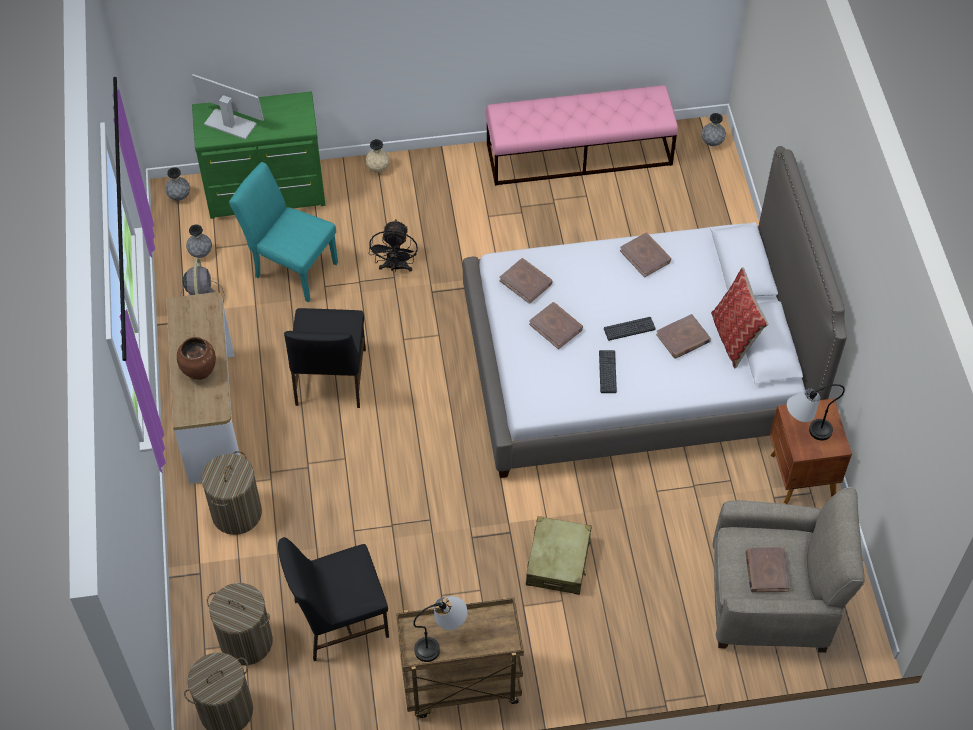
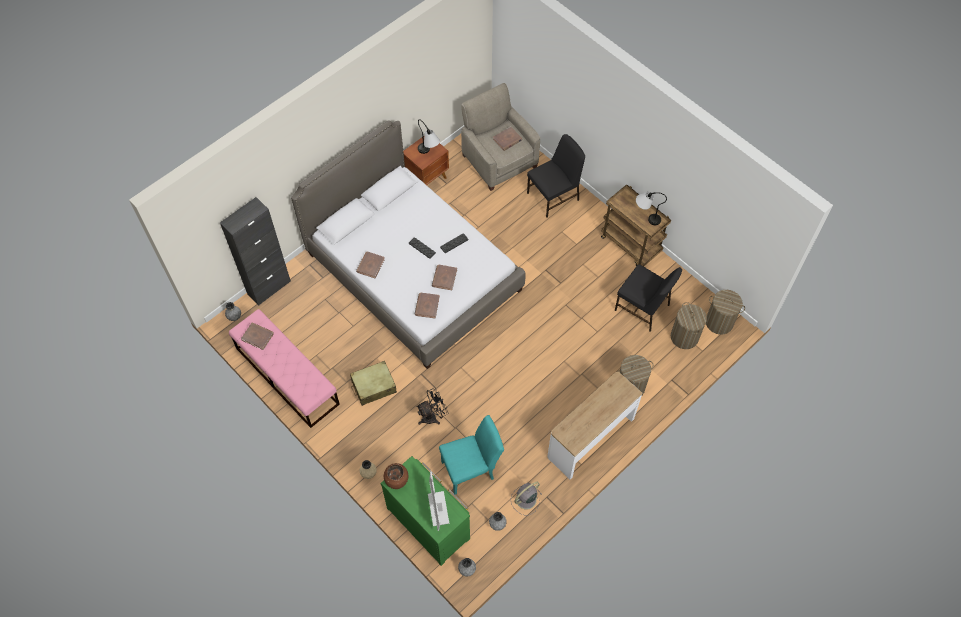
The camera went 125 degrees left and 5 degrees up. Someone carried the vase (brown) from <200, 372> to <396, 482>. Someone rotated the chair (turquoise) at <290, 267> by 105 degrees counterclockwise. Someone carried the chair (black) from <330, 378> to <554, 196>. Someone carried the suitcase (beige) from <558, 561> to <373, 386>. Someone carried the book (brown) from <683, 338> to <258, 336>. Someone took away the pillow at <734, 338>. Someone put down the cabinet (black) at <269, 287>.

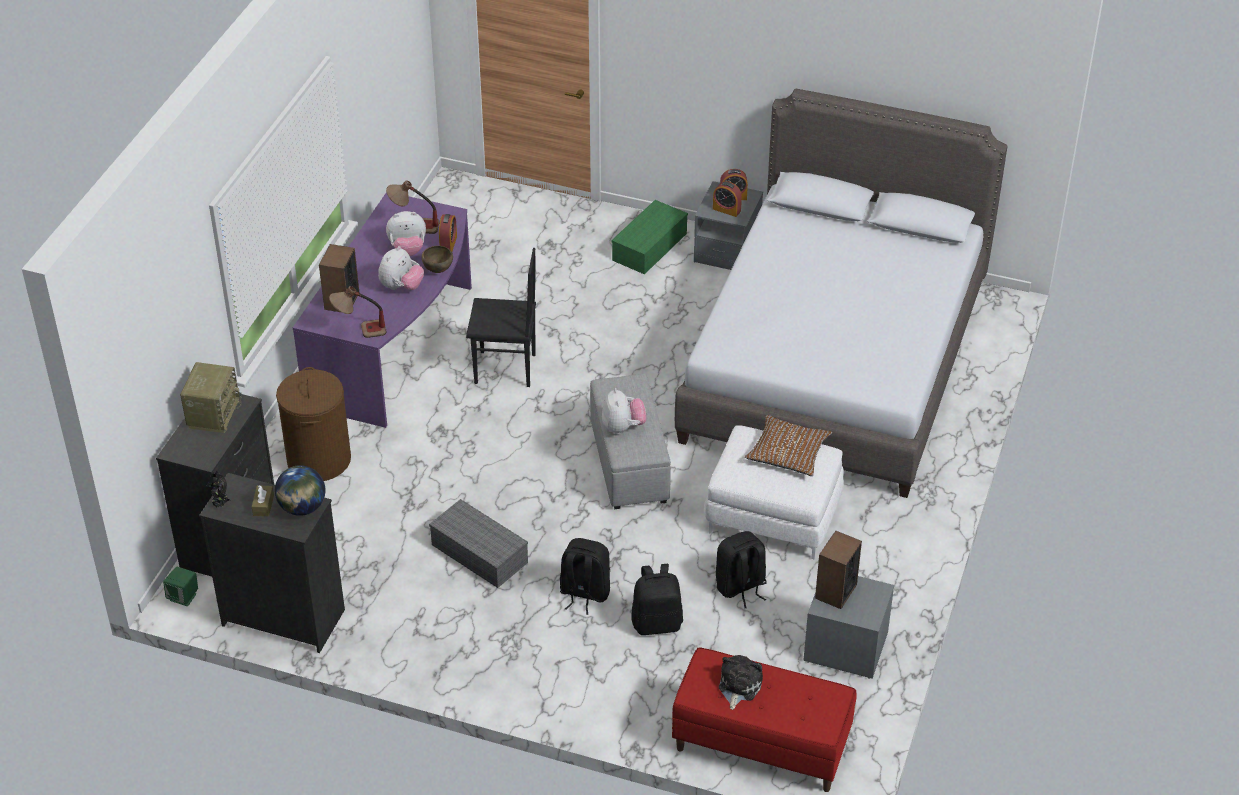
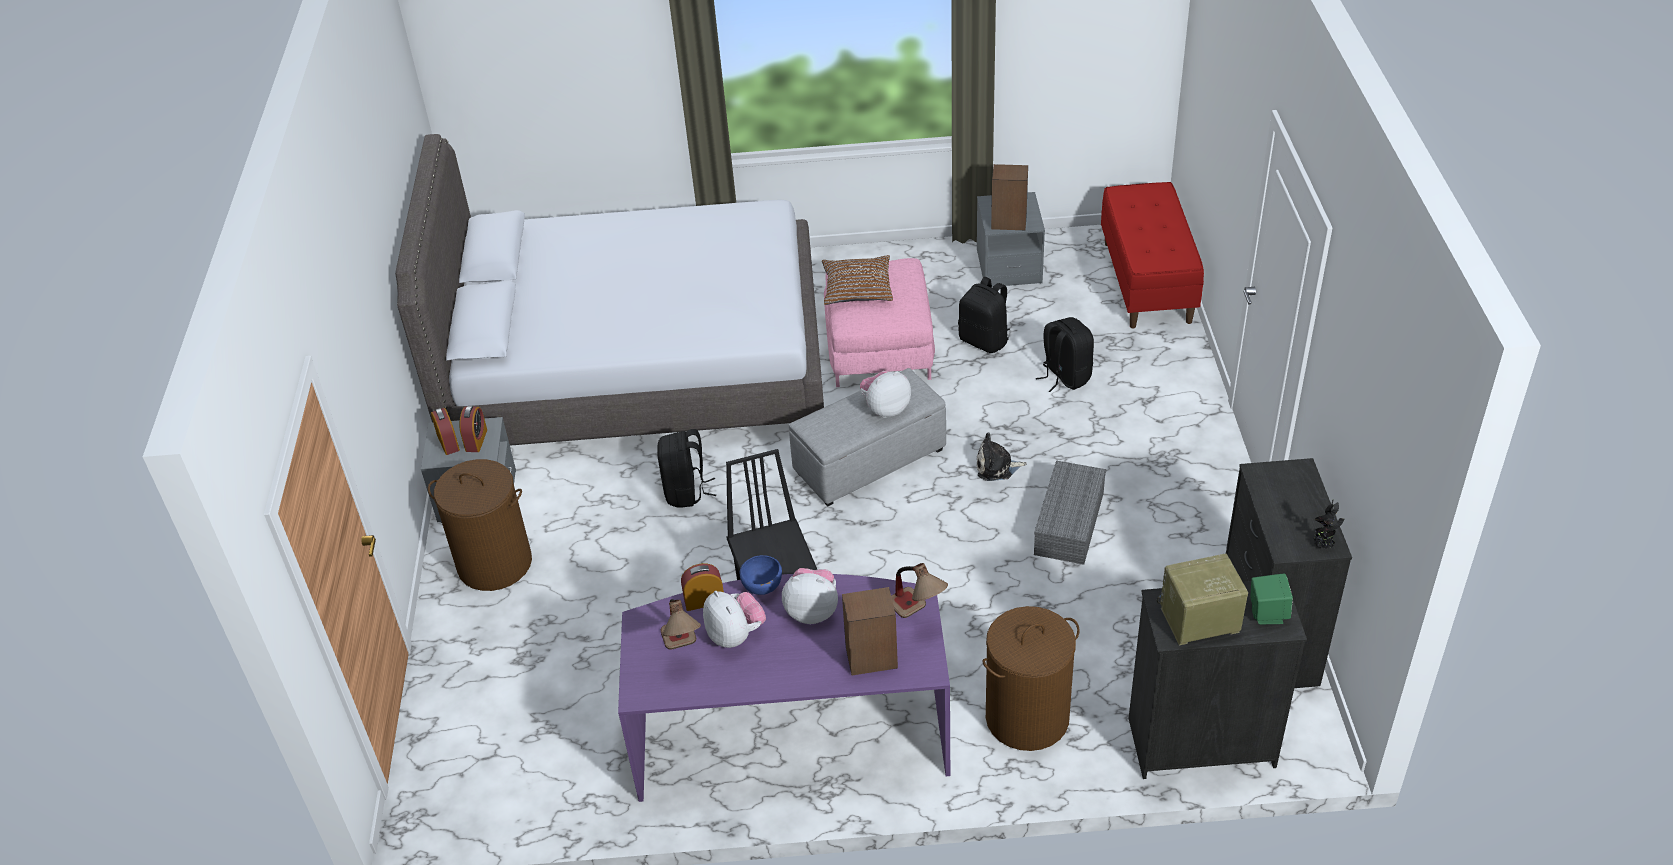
The camera went 110 degrees left and 0 degrees up. Someone carried the speaker (green) from <183, 597> to <1267, 613>. Someone took away the tissue box (brown) at <263, 505>. Someone took away the globe at <302, 508>. Someone repainted the bowl (brown) at <437, 270>, which became the bowl (blue) at <762, 589>. Someone carried the backpack (black) from <584, 593> to <686, 492>. Someone swapped the storage box (green) at <649, 248> for the laundry basket (brown) at <495, 563>. Someone repainted the ottoman (white) at <774, 513>, which became the ottoman (pink) at <878, 347>. Someone carried the plush toy from <738, 686> to <997, 467>.

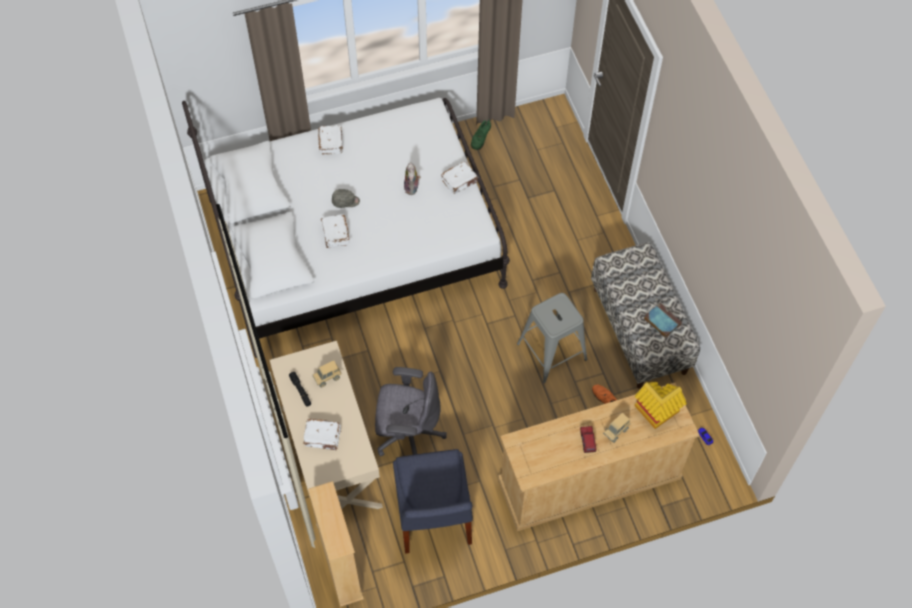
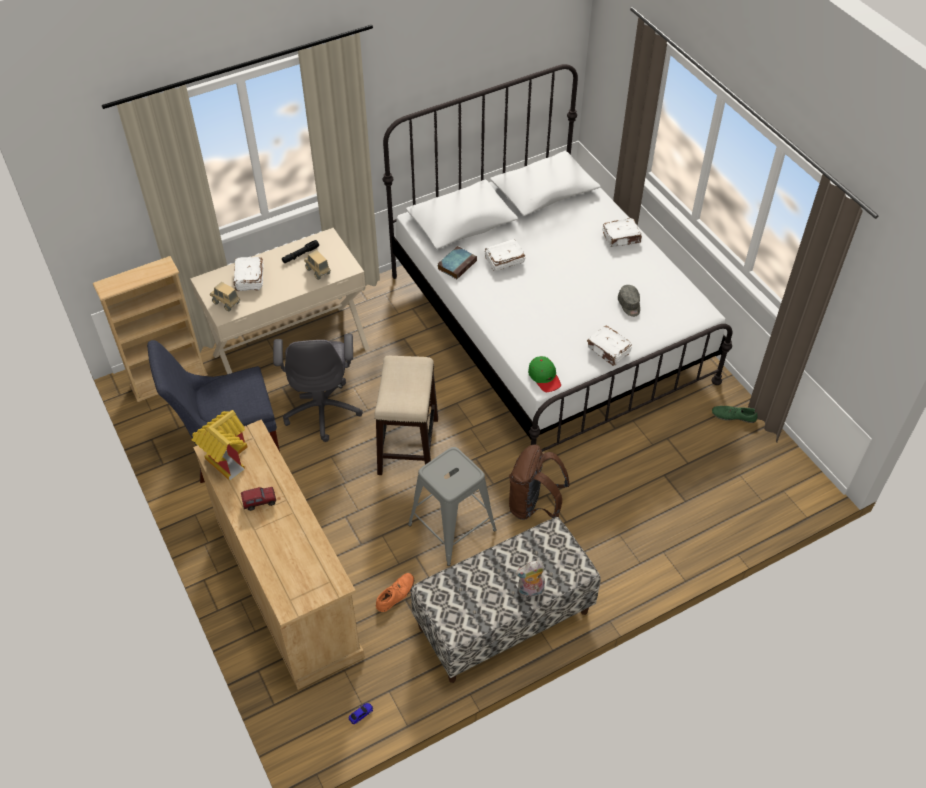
The camera went 80 degrees right and 10 degrees down. Someone carried the cap (grey) from <346, 201> to <629, 305>. Someone carried the plush toy from <412, 188> to <530, 591>. Someone carried the toy truck from <616, 431> to <226, 303>. Someone carried the toy house from <655, 413> to <226, 457>. Someone carried the book from <661, 321> to <457, 264>. Someone put down the stool at <408, 445>. Someone put down the backpack (brown) at <534, 506>. Someone put down the cap (green) at <544, 377>.

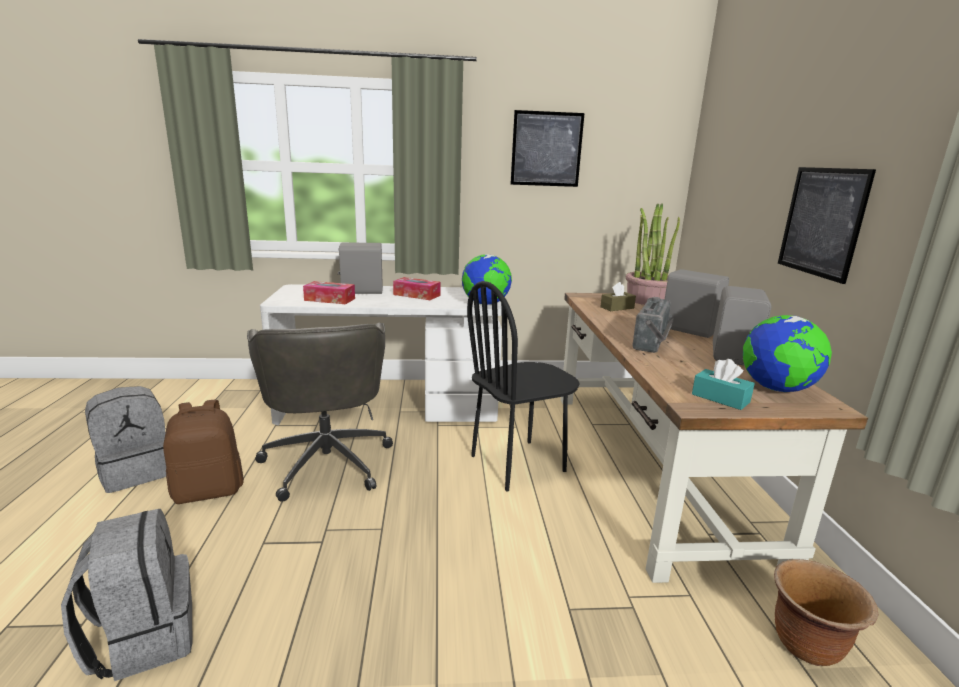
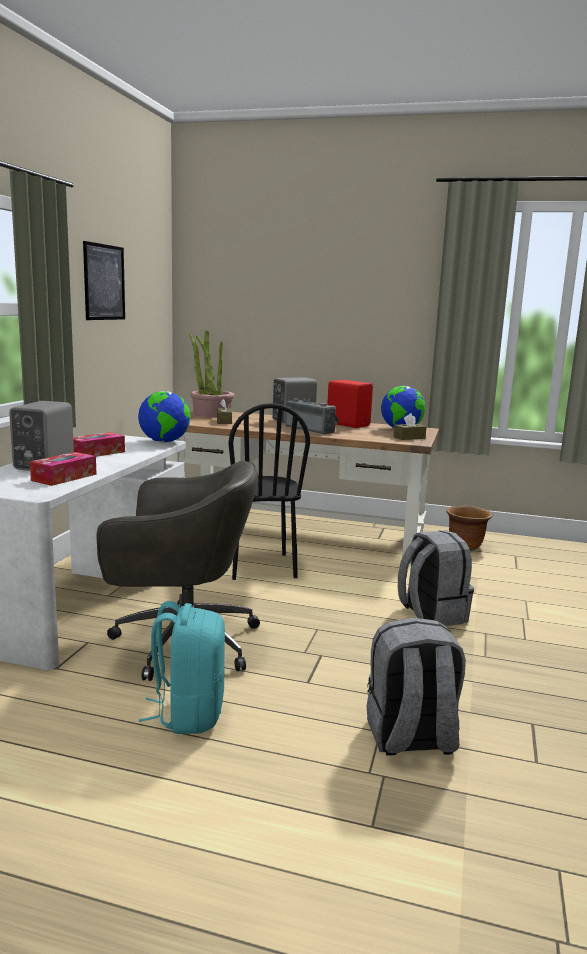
The camera went 70 degrees left and 5 degrees down. Someone carried the backpack (grey) from <136, 471> to <431, 614>. Someone repainted the backpack (brown) at <209, 491>, which became the backpack (turquoise) at <188, 713>. Someone repainted the tissue box (turquoise) at <720, 398>, which became the tissue box (brown) at <409, 437>. Someone repainted the speaker (grey) at <735, 356>, which became the speaker (red) at <348, 424>. Someone took away the picture at <822, 222>.

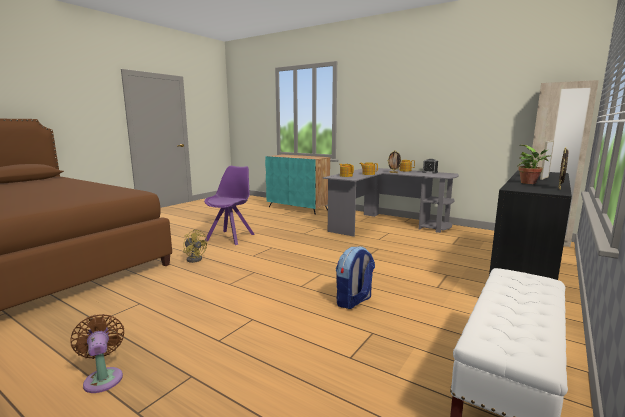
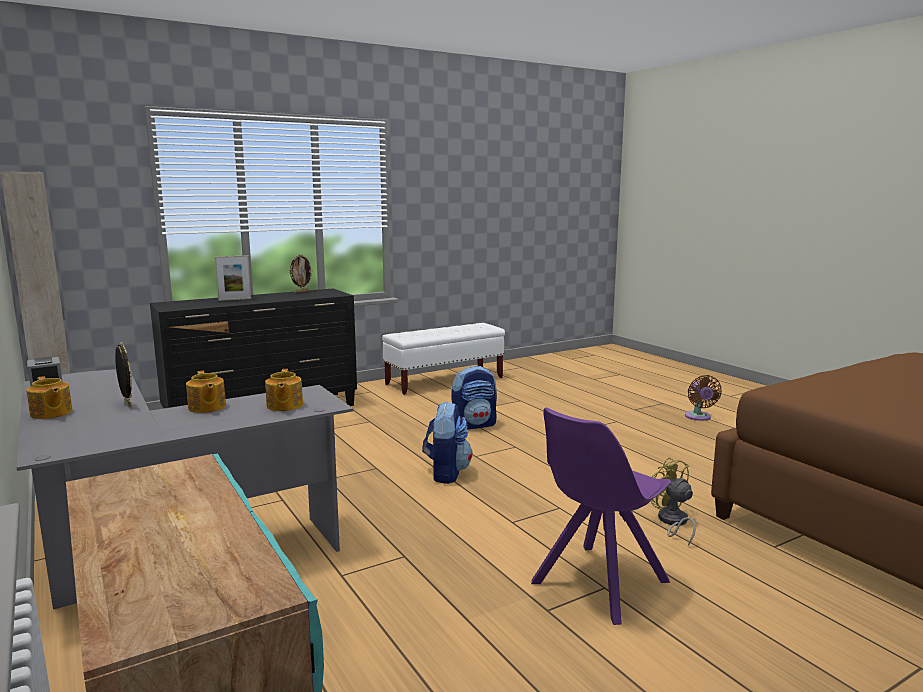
The camera went 155 degrees left and 0 degrees up. Someone took away the potted plant at <530, 183>. Someone put down the backpack at <446, 473>.

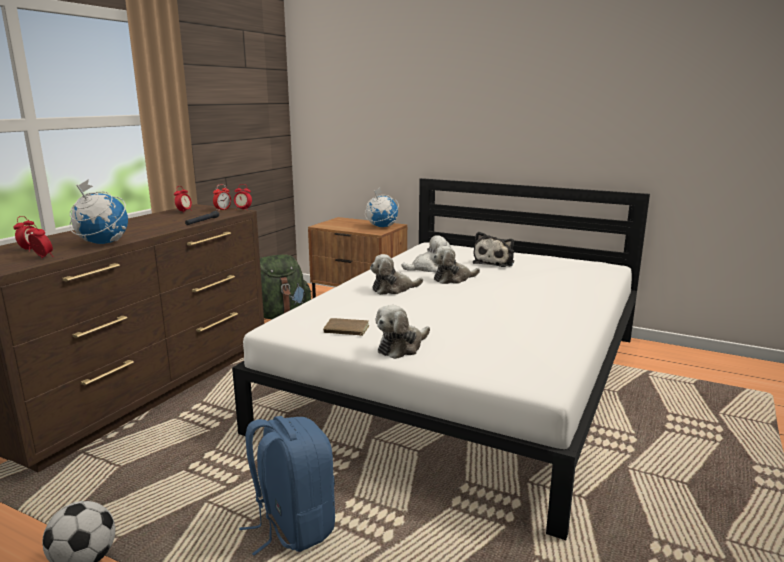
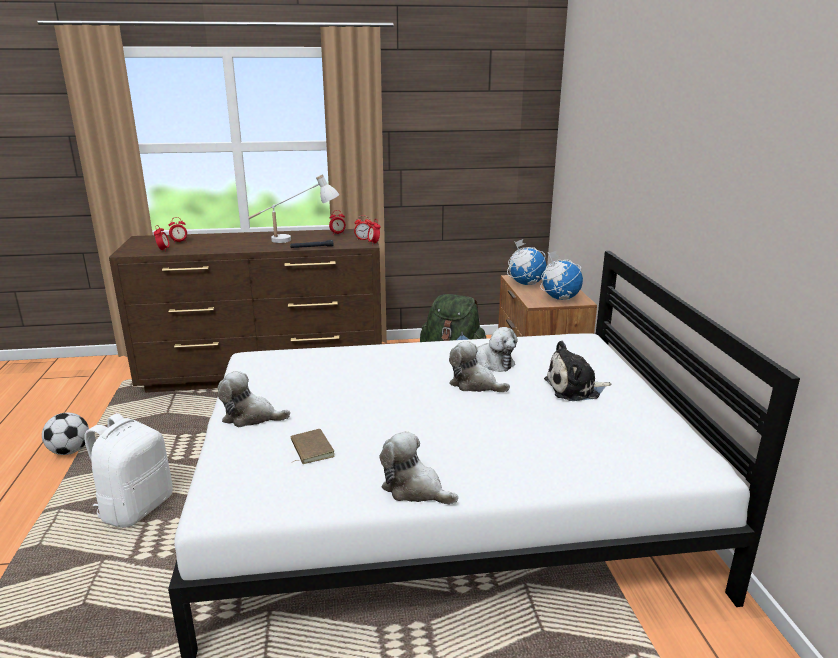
The camera went 55 degrees right and 5 degrees up. Someone carried the globe from <102, 243> to <525, 284>. Someone repainted the backpack (blue) at <292, 526>, which became the backpack (white) at <136, 507>. Someone carried the book (brown) from <346, 330> to <310, 449>. Someone carried the plush toy from <393, 289> to <415, 489>. Someone put down the table lamp (white) at <295, 240>.

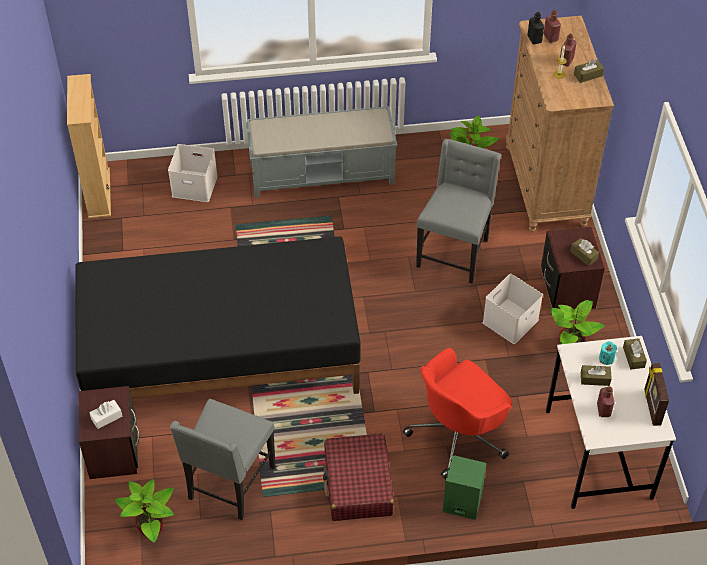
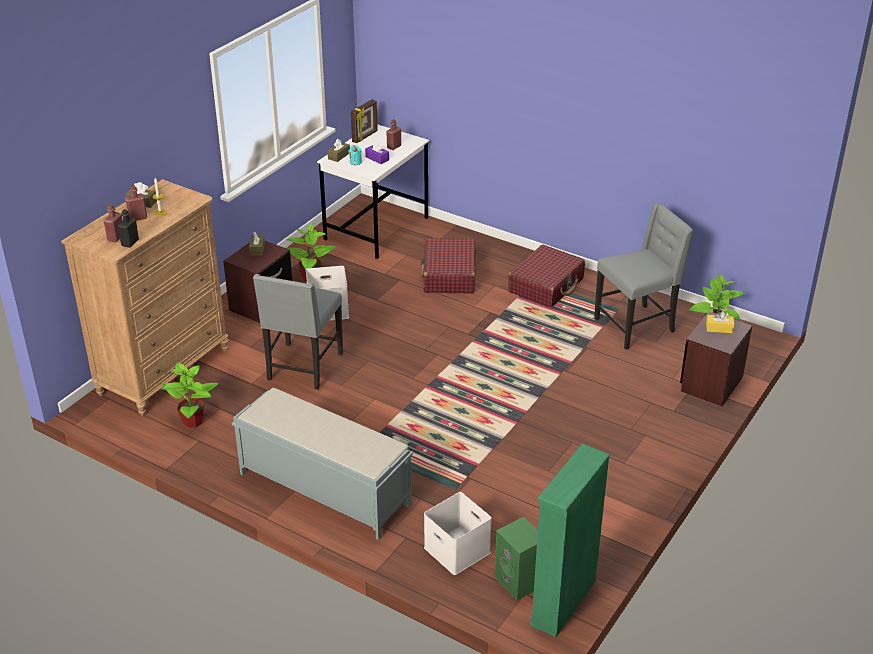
The camera went 140 degrees left and 15 degrees down. Someone repainted the bookcase (beige) at <99, 193>, which became the bookcase (green) at <563, 602>. Someone took away the bed (black) at <219, 352>. Someone repainted the tissue box (white) at <106, 417>, which became the tissue box (yellow) at <719, 328>. Someone swapped the office chair (red) at <458, 434> for the suitcase (red) at <449, 275>. Someone rotated the chair (grey) at <454, 252> by 45 degrees counterclockwise. Someone carried the speaker (green) from <461, 503> to <520, 581>. Someone repainted the tissue box (brown) at <595, 379>, which became the tissue box (purple) at <377, 158>.

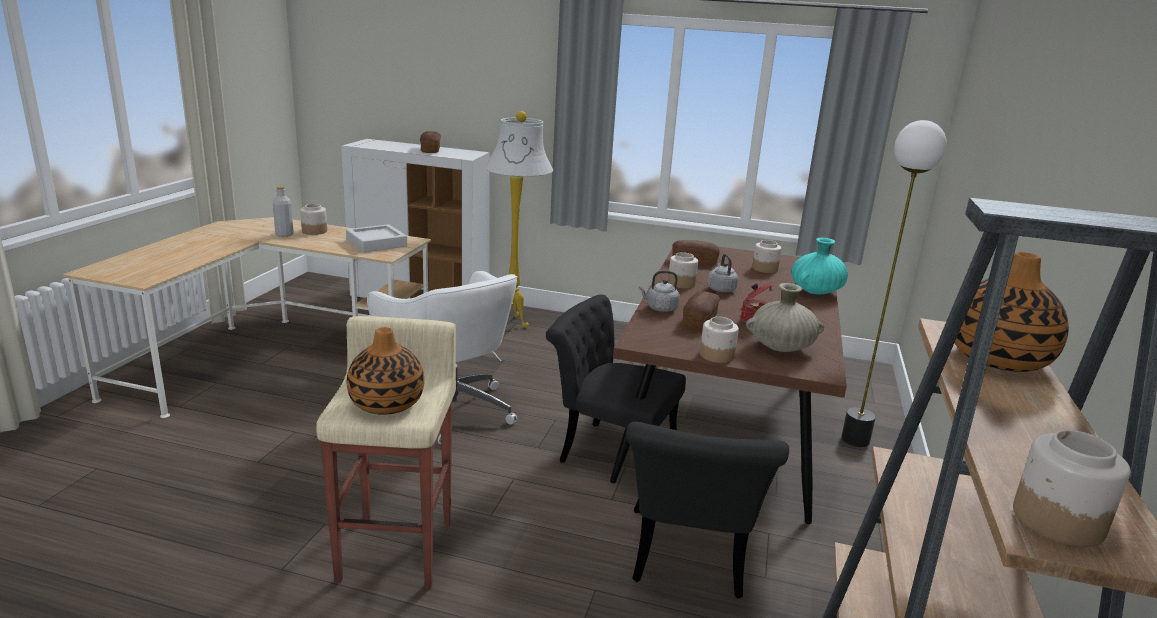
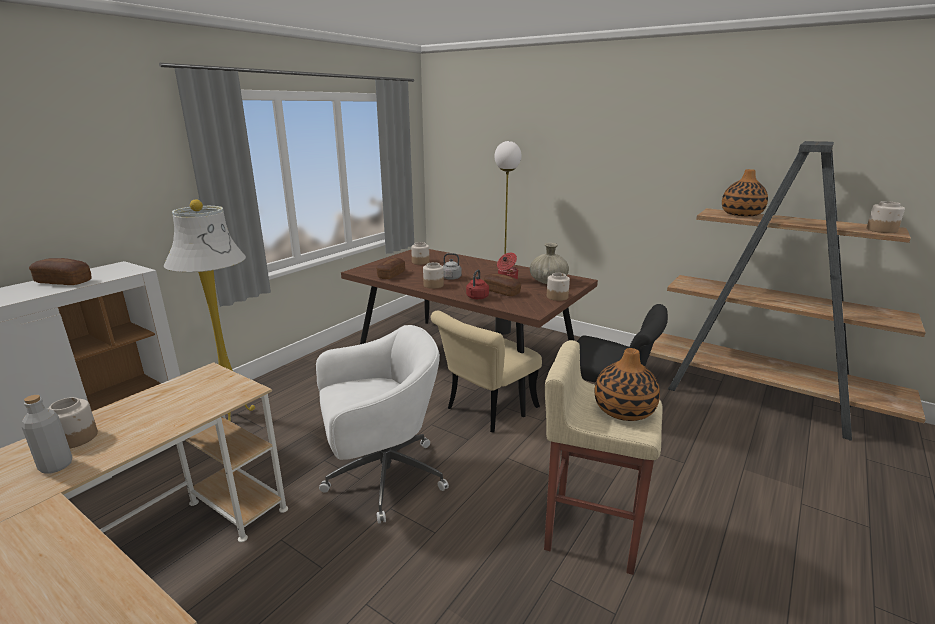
The camera went 70 degrees left and 0 degrees up. Someone took away the tray (grey) at <376, 243>. Someone repainted the chair (black) at <608, 451>, which became the chair (beige) at <485, 410>. Someone repainted the kettle (grey) at <660, 308>, which became the kettle (red) at <477, 298>. Someone took away the vase (turquoise) at <816, 291>.

